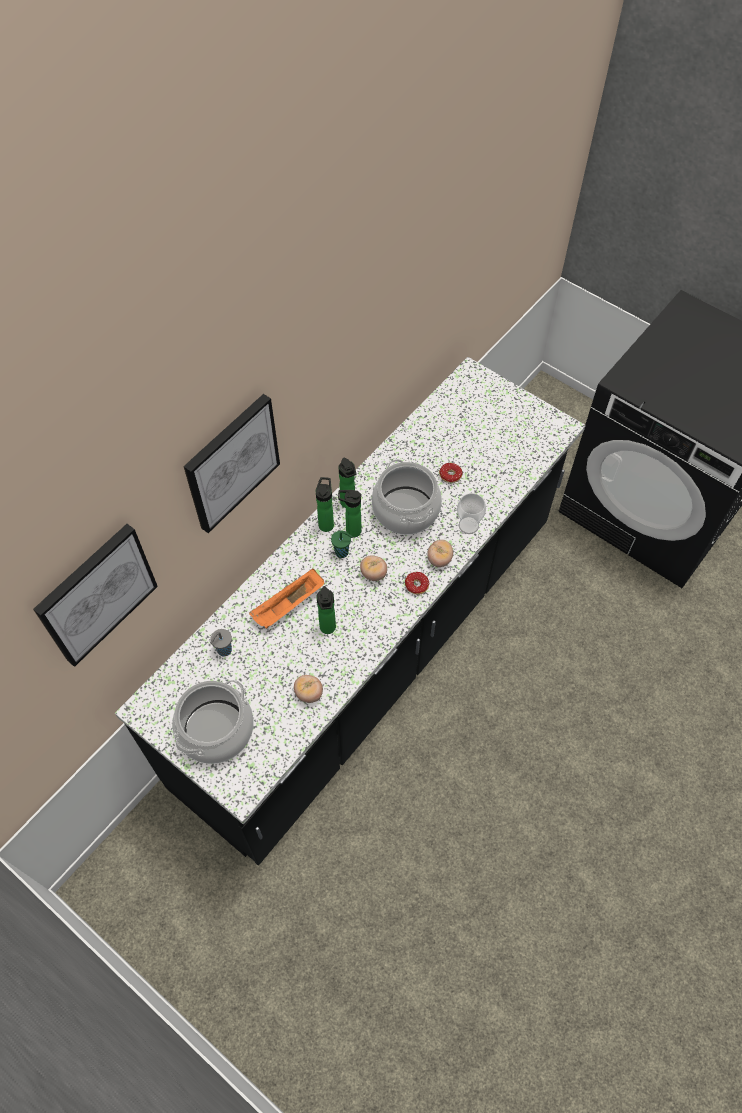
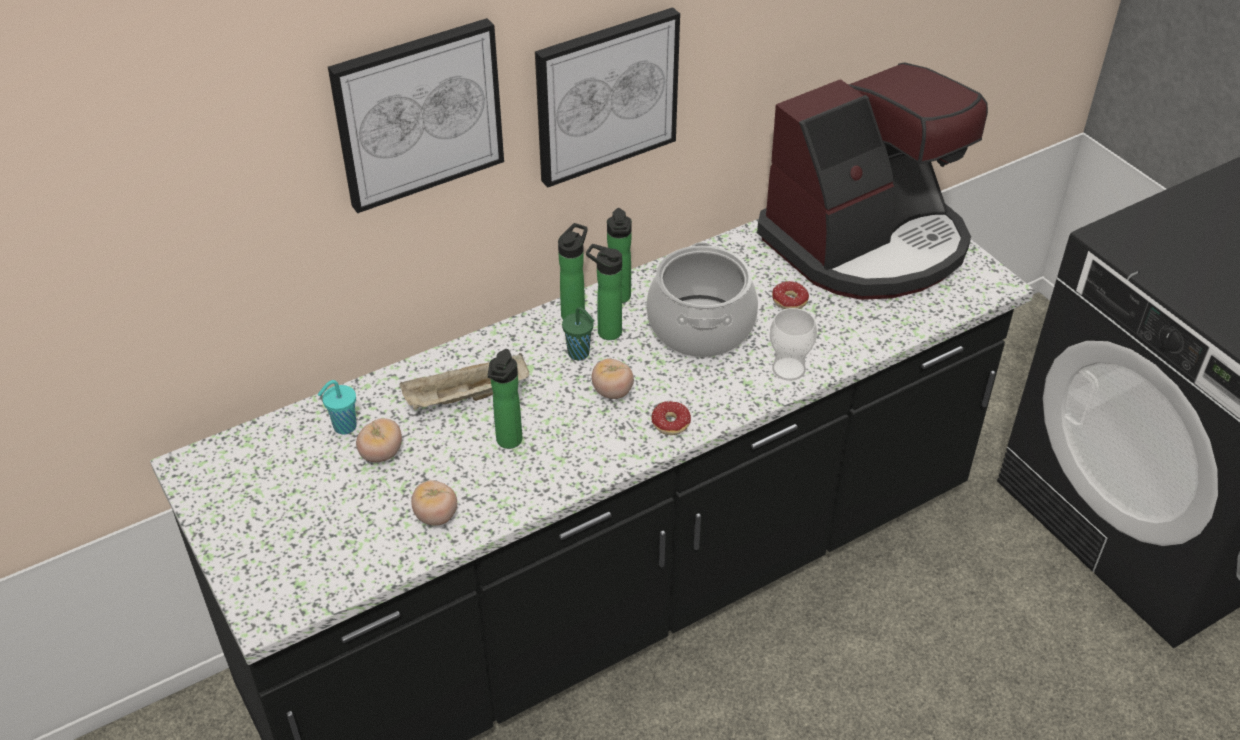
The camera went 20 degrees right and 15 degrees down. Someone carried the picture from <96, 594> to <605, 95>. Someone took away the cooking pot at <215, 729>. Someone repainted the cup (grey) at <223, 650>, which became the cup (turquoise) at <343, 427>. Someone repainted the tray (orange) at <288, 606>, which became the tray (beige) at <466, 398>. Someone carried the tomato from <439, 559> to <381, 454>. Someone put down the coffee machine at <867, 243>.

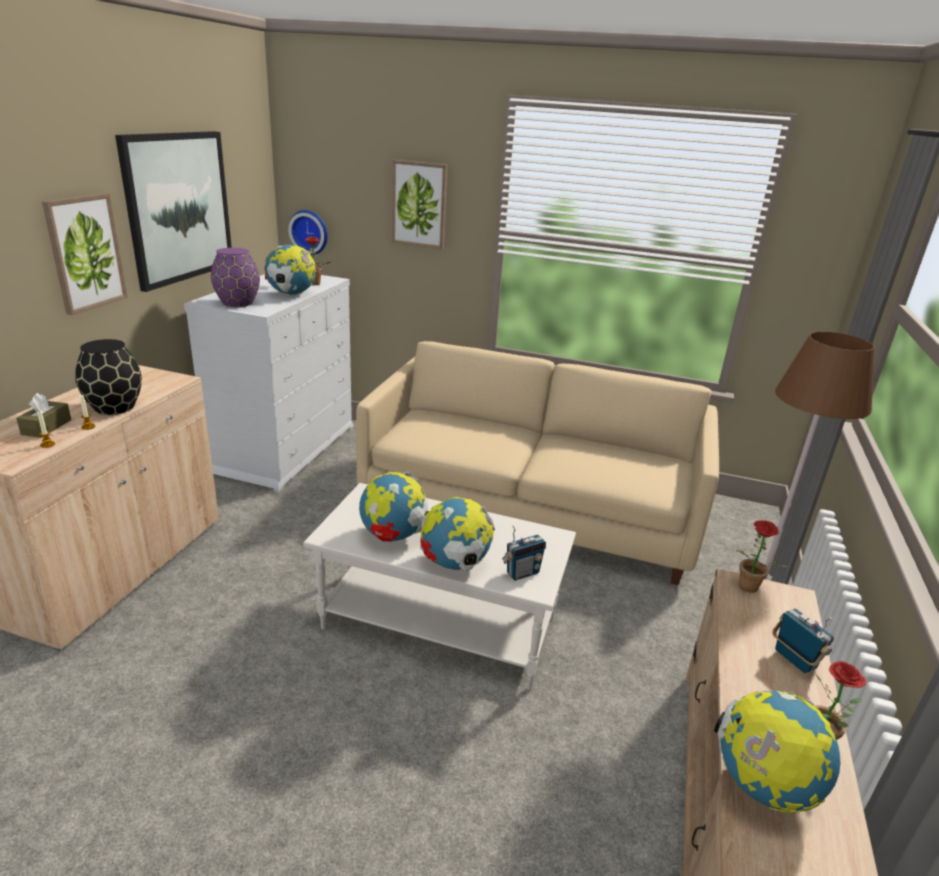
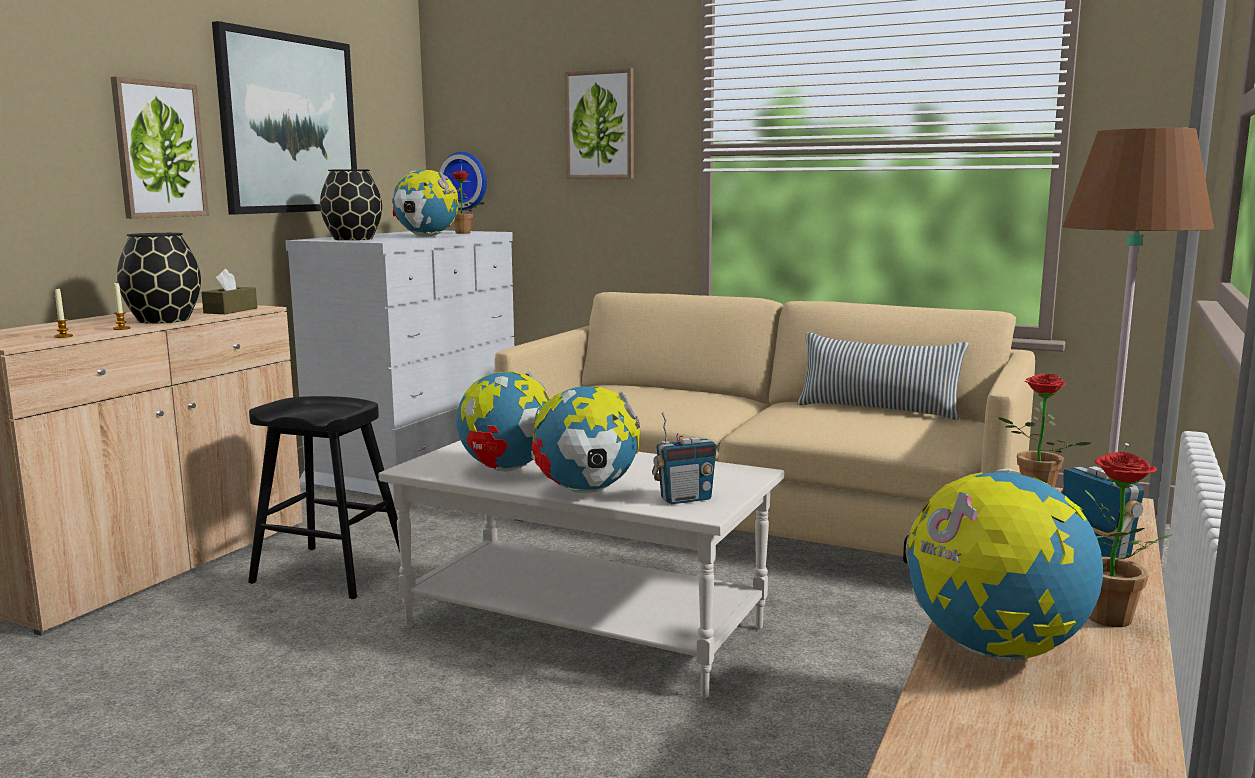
The camera went 10 degrees right and 15 degrees down. Someone carried the tissue box (brown) from <46, 427> to <230, 310>. Someone repainted the vase (purple) at <238, 303>, which became the vase (black) at <353, 239>. Someone put down the stool (black) at <330, 572>. Someone put down the pillow at <877, 410>.

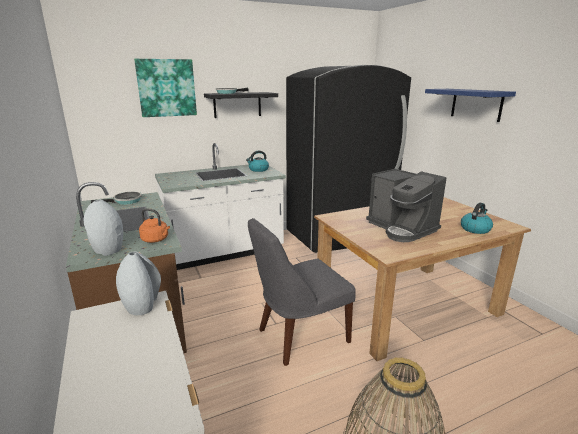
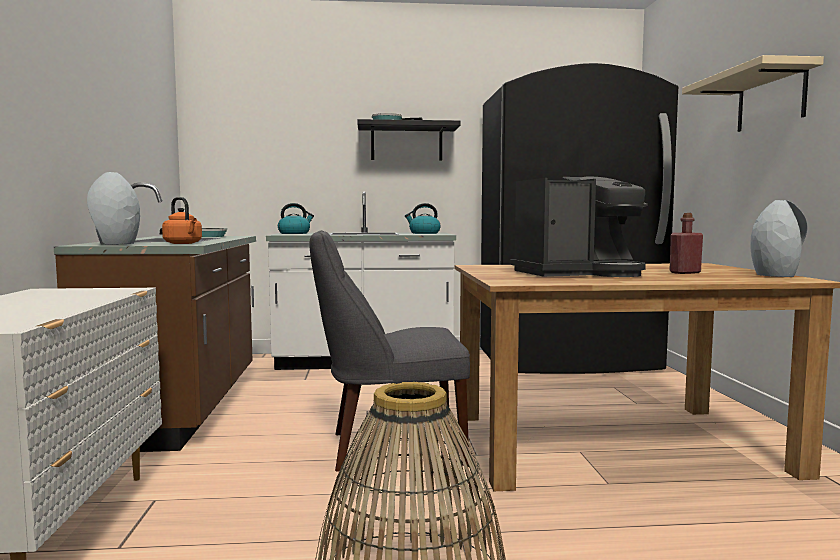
The camera went 20 degrees right and 15 degrees down. Someone carried the vase (grey) from <142, 306> to <775, 275>. Someone took away the picture at <166, 88>. Someone rotated the coffee machine at <401, 228> by 90 degrees counterclockwise. Someone repainted the shelf (blue) at <476, 104>, which became the shelf (beige) at <771, 99>. Someone carried the kettle from <475, 229> to <294, 233>. Someone put down the bottle (red) at <685, 273>.

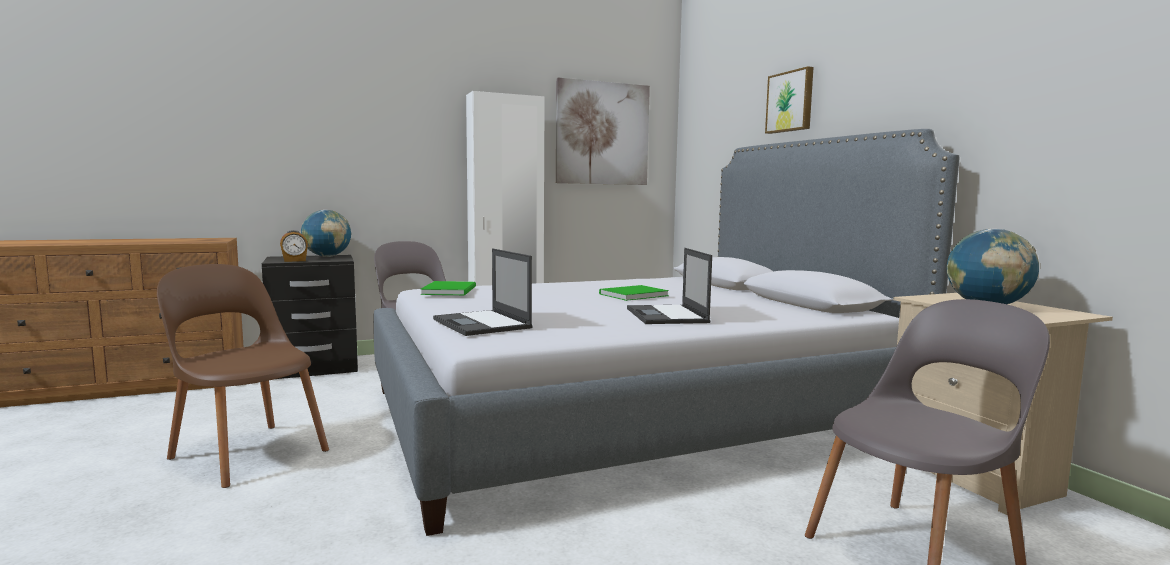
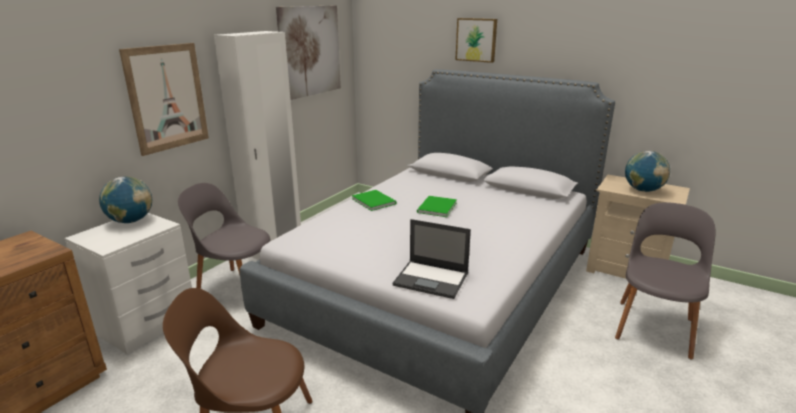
The camera went 35 degrees left and 15 degrees up. Someone repainted the nightstand (black) at <314, 368>, which became the nightstand (white) at <146, 324>. Someone took away the alarm clock at <294, 260>. Someone carried the book (green) from <451, 290> to <374, 200>. Someone took away the laptop at <667, 315>. Someone put up the picture at <167, 98>.

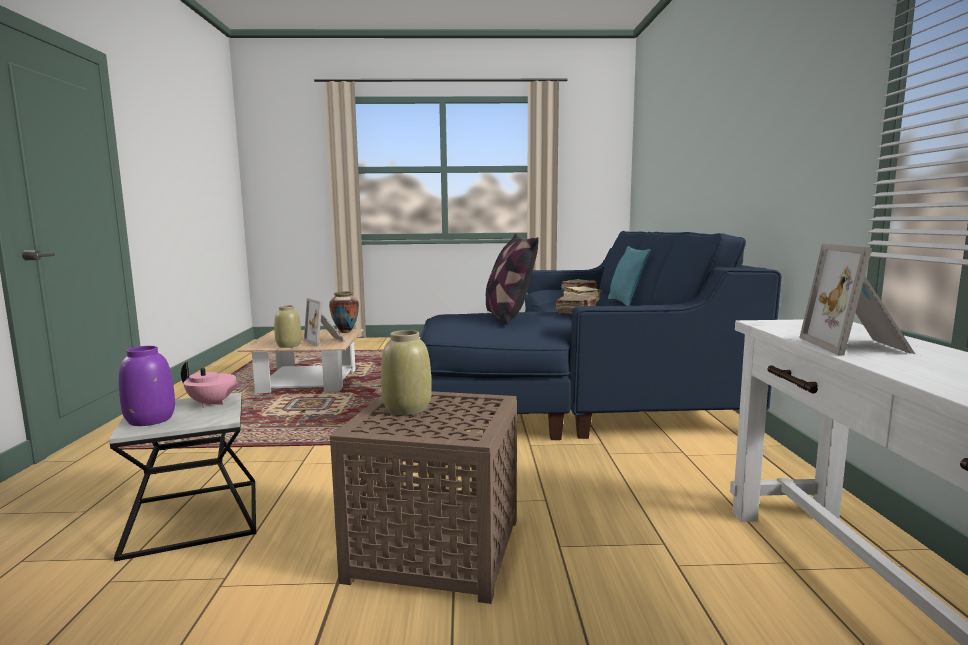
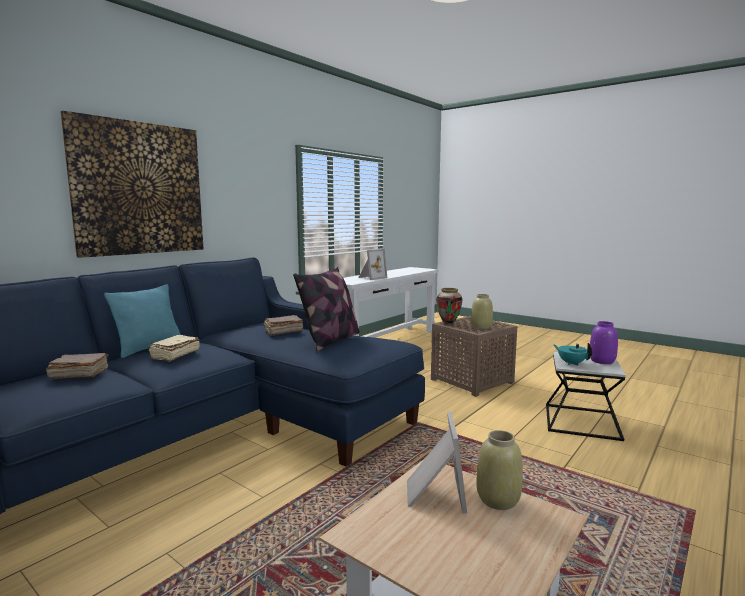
The camera went 140 degrees left and 0 degrees up. Someone repainted the teapot (pink) at <212, 404>, which became the teapot (turquoise) at <571, 363>. Someone carried the vase from <345, 332> to <448, 324>. Someone put up the picture at <139, 189>.

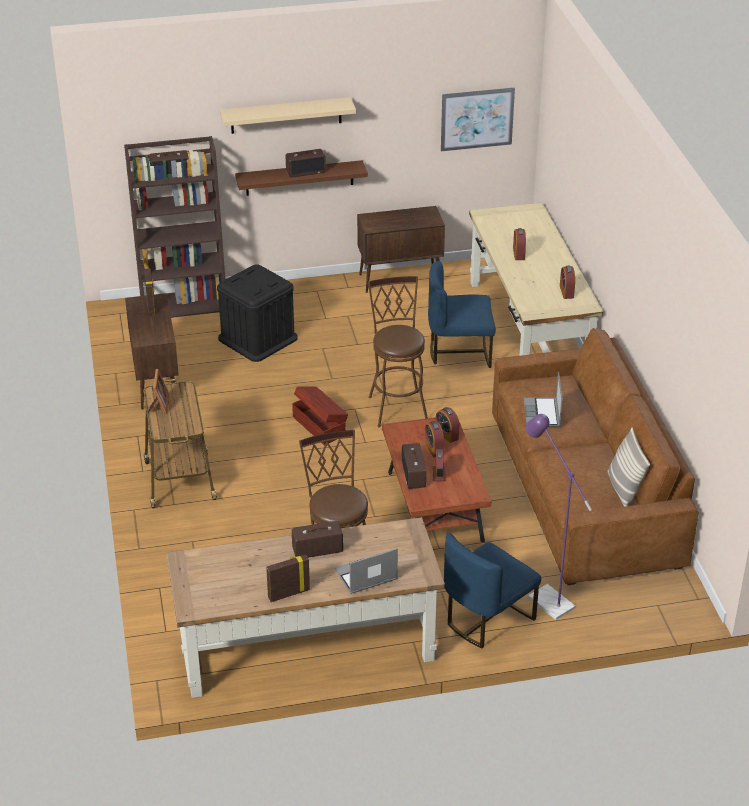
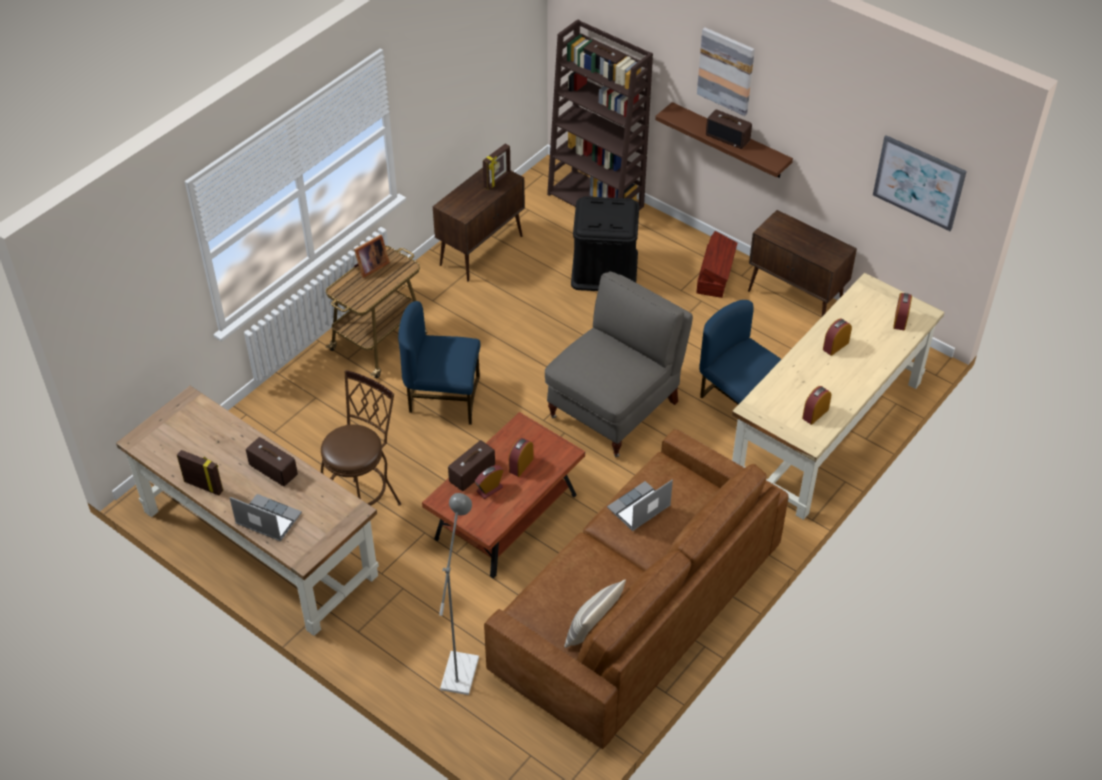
The camera went 50 degrees right and 10 degrees up. Someone swapped the shelf (beige) at <286, 115> for the picture at <726, 71>. Someone carried the storage box (brown) from <319, 425> to <715, 276>. Someone swapped the stool (brown) at <397, 405> for the armchair (grey) at <615, 409>. Someone carried the alarm clock from <447, 434> to <900, 320>. Someone carried the chair (blue) from <487, 619> to <443, 398>. Someone repainted the floor lamp (purple) at <545, 598>, which became the floor lamp (grey) at <461, 665>.

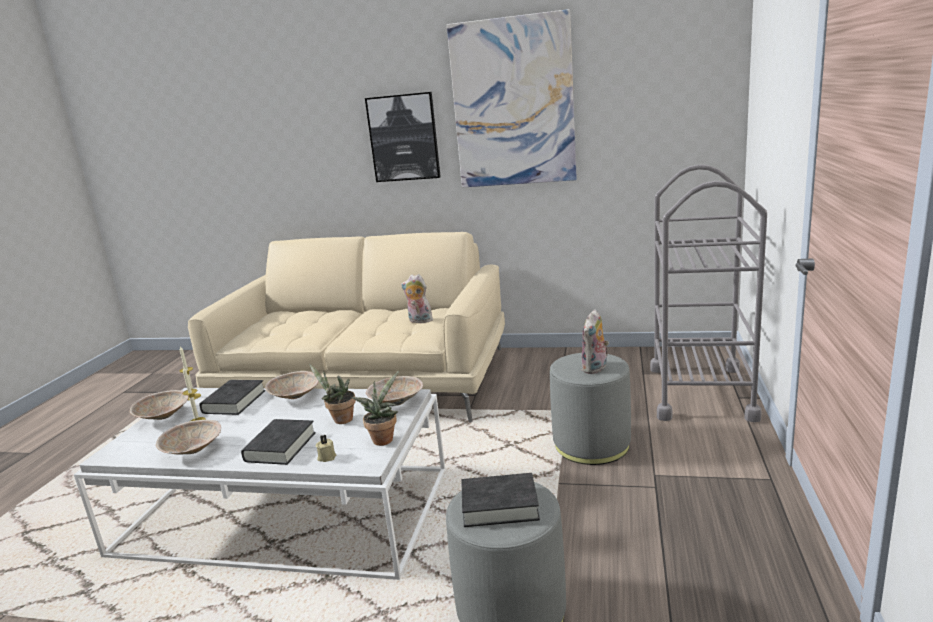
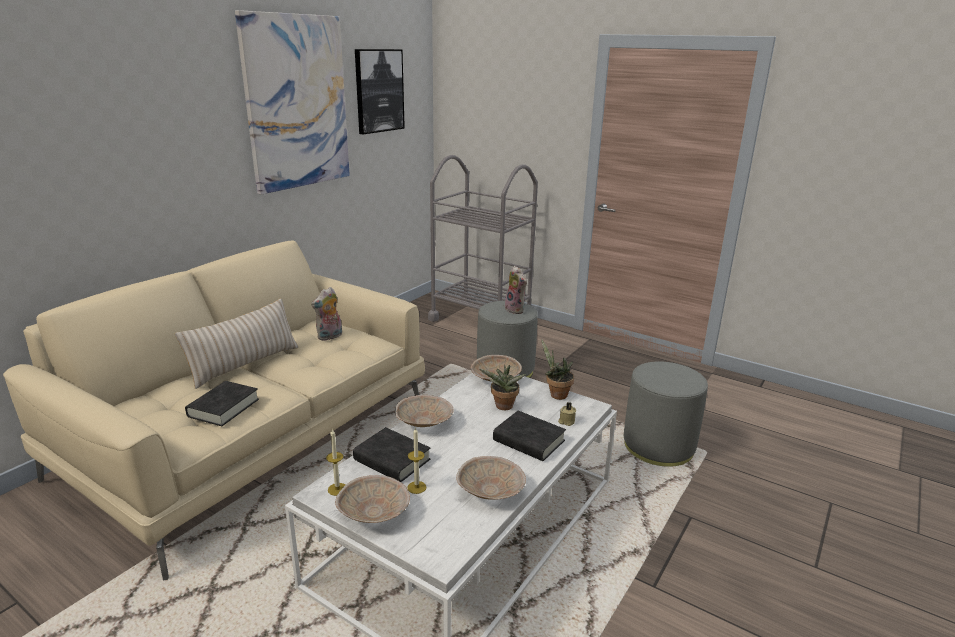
The camera went 70 degrees left and 5 degrees up. Someone carried the picture from <404, 138> to <379, 91>. Someone carried the book (black) from <499, 505> to <223, 408>. Someone put down the pillow (beige) at <245, 364>.

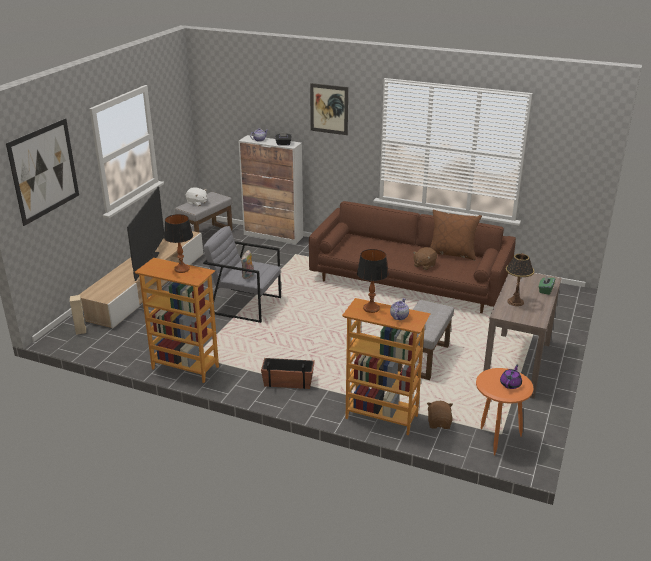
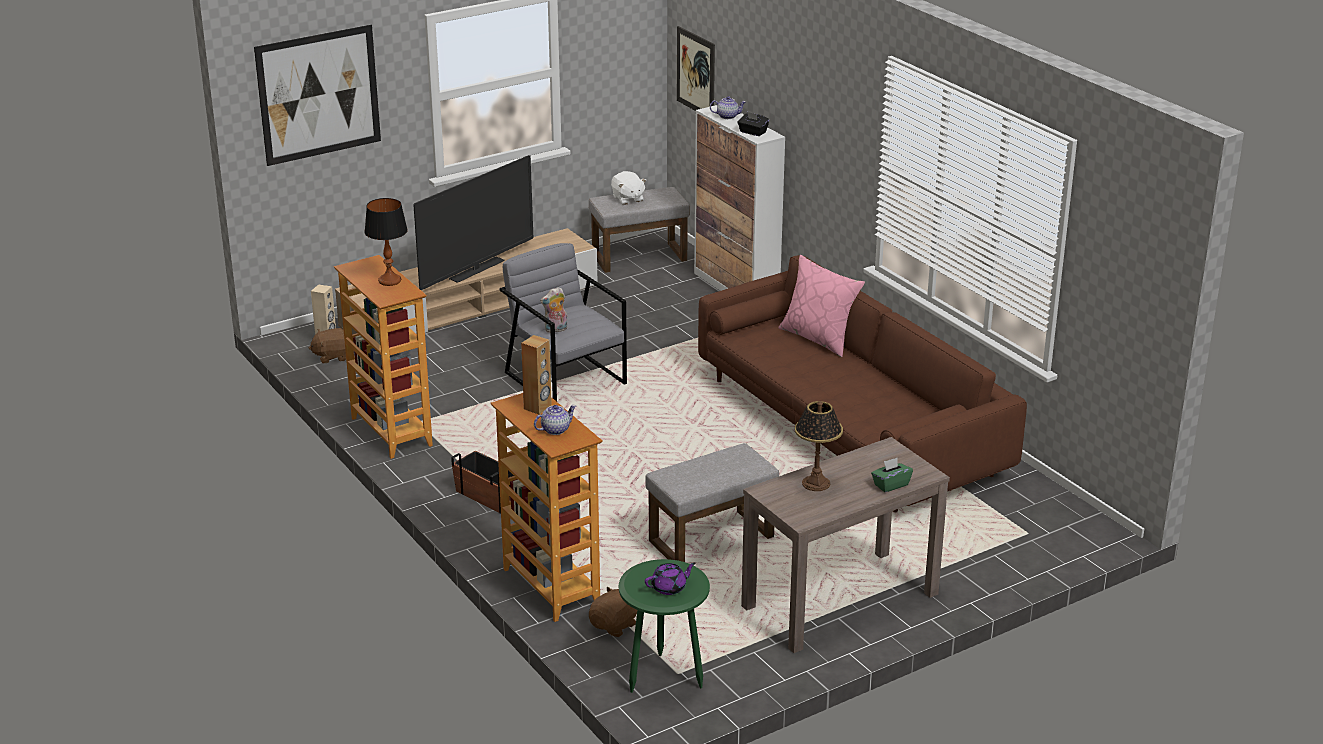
The camera went 35 degrees right and 0 degrees up. Someone carried the picture from <329, 109> to <696, 72>. Someone swapped the table lamp at <371, 308> for the speaker (brown) at <538, 407>. Someone carried the plush toy (brown) from <424, 265> to <332, 356>. Someone took away the pillow (brown) at <452, 253>. Someone repainted the side table (orange) at <496, 438>, which became the side table (green) at <664, 676>. Someone put down the pillow (pink) at <819, 338>.

